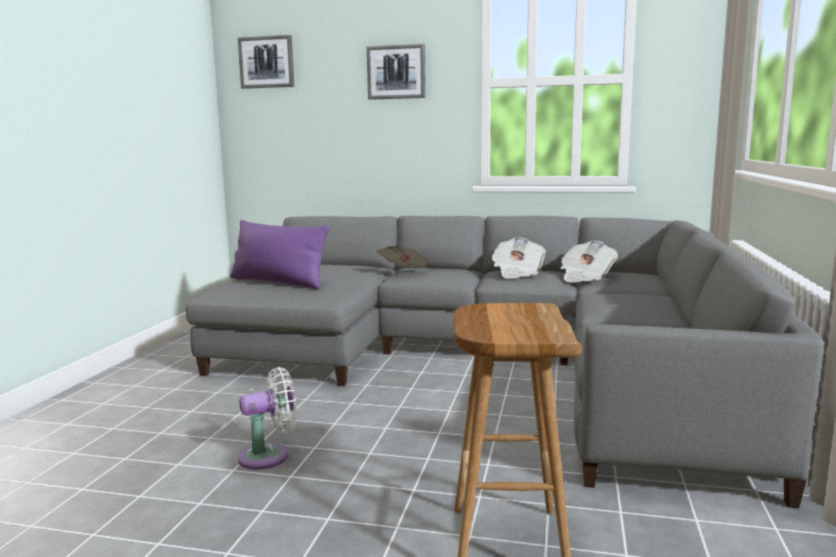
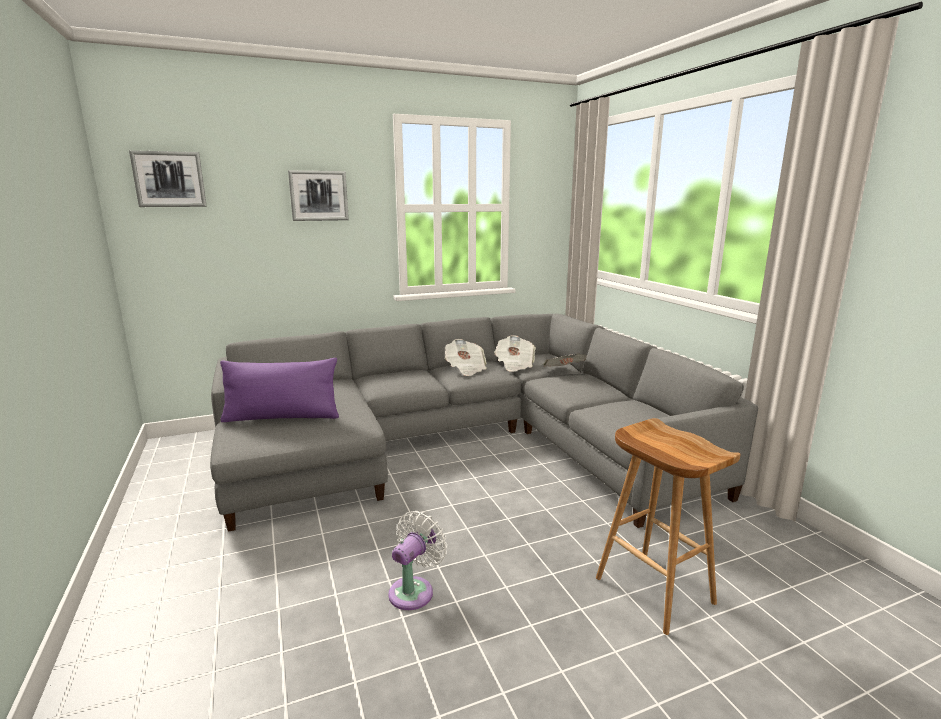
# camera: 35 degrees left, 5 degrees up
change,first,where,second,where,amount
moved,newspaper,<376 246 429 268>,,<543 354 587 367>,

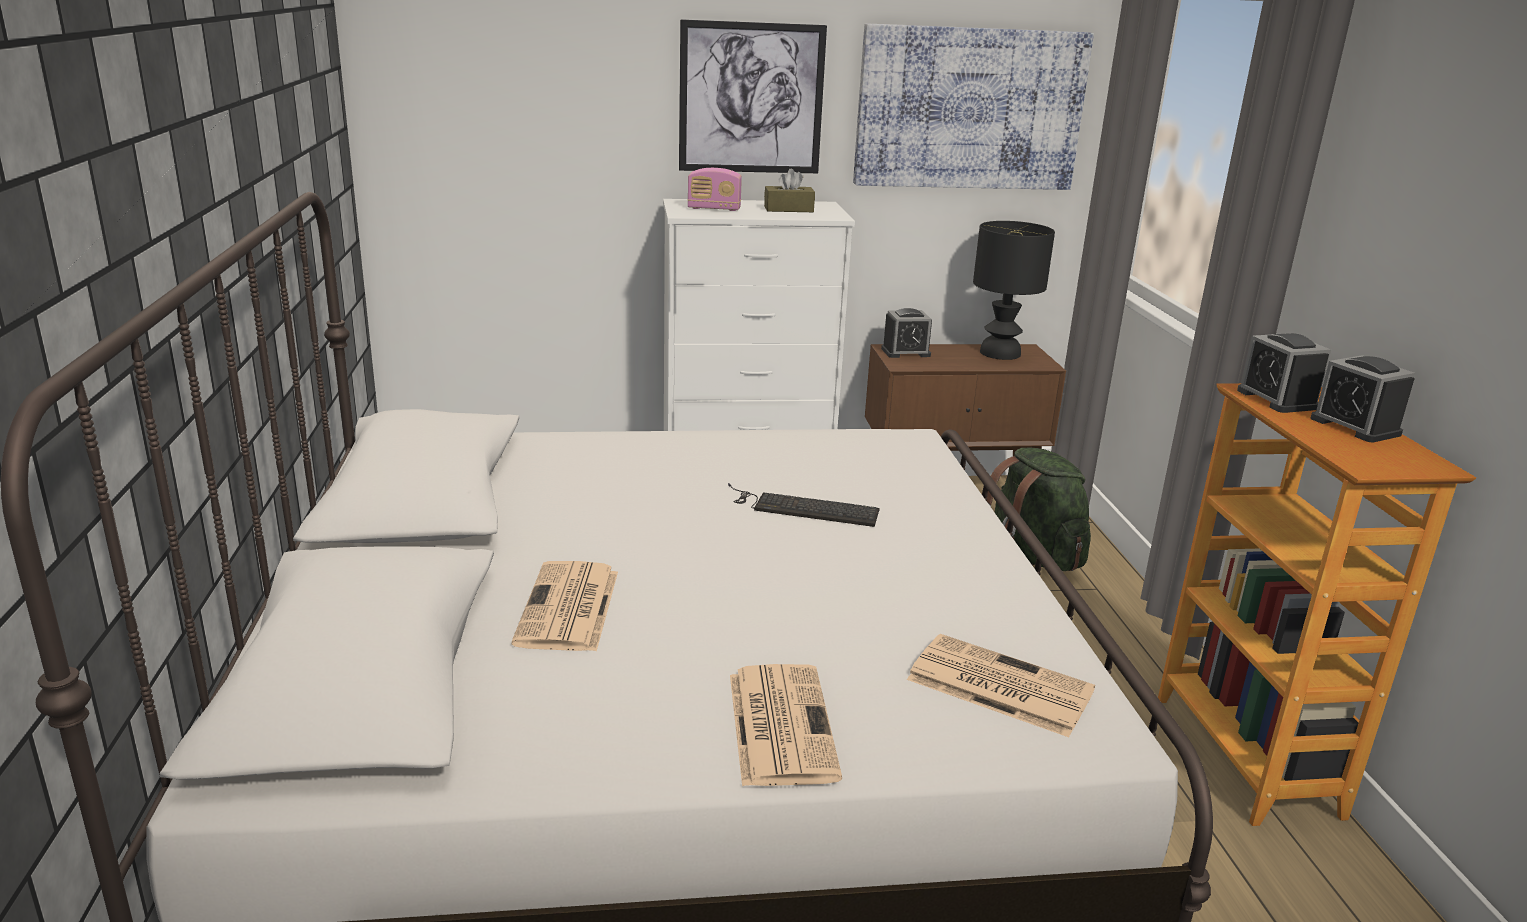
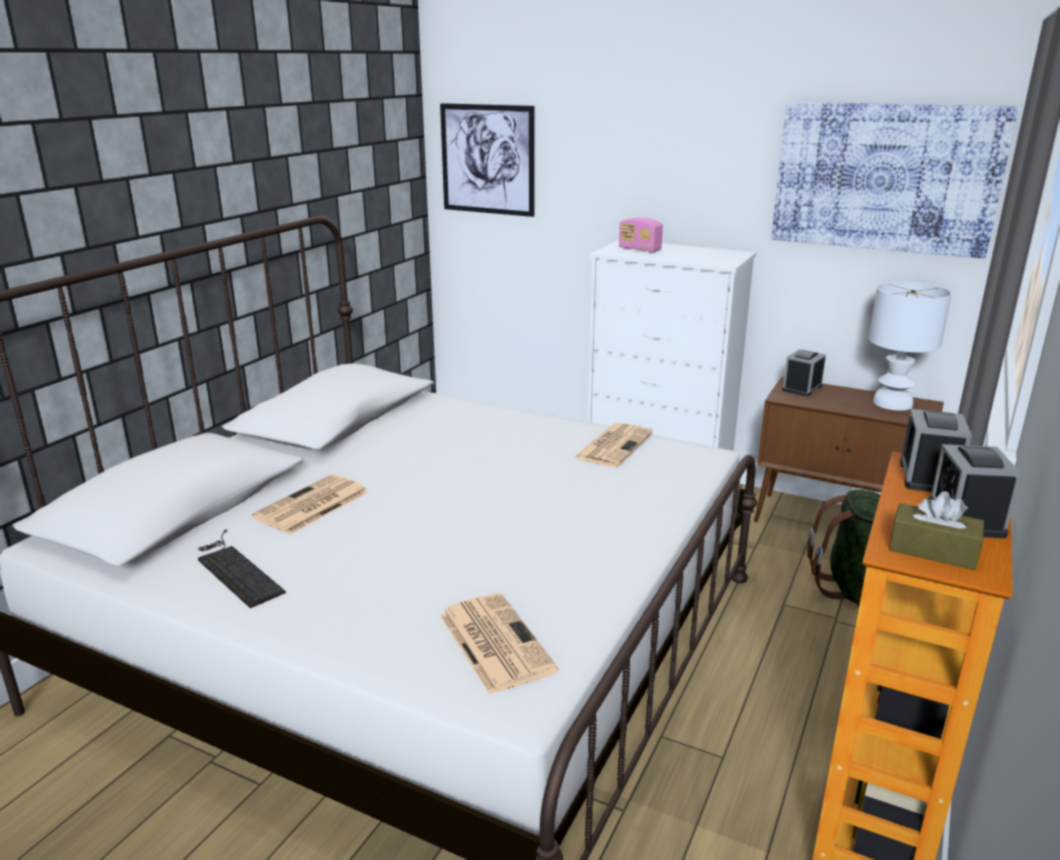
# camera: 35 degrees right, 0 degrees up
change,first,where,second,where,amount
moved,computer keyboard,<728 483 880 527>,,<198 529 286 608>,
moved,picture,<679 19 827 173>,,<440 103 535 217>,
moved,newspaper,<730 664 842 786>,,<574 423 653 467>,
turned,table clock,<881 308 932 358>,,<782 349 826 397>,105 degrees clockwise
recoloured,black-coloured lamp for a table,<973 221 1055 360>,white-coloured lamp for a table,<869 281 952 411>,
moved,brown-coloured box of tissues,<764 169 815 212>,,<889 491 984 570>,

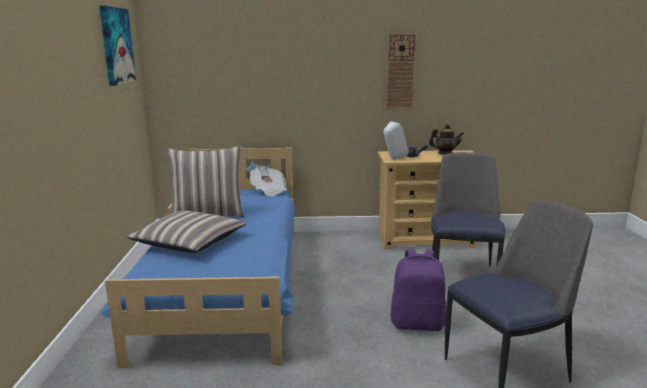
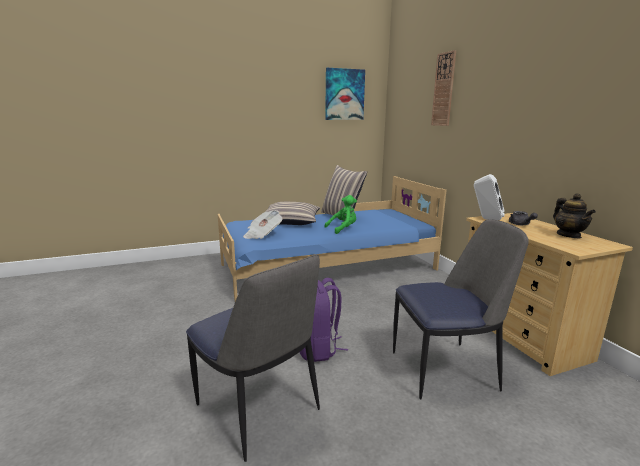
# camera: 70 degrees right, 0 degrees up
change,first,where,second,where,amount
moved,newspaper,<250 166 287 197>,,<243 210 283 239>,
added,,,green-coloured plush toy,<324 195 357 234>,
moved,wall clock,<386 34 417 110>,,<431 50 456 126>,

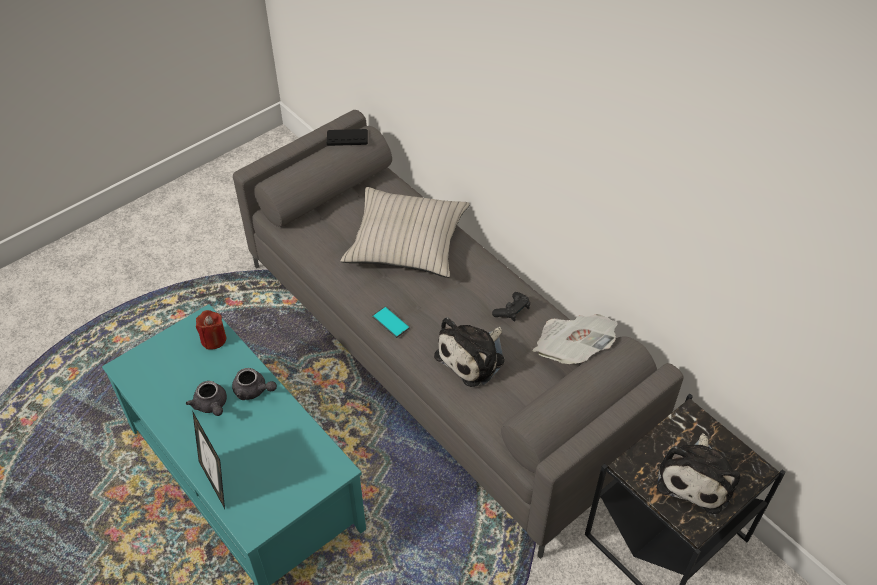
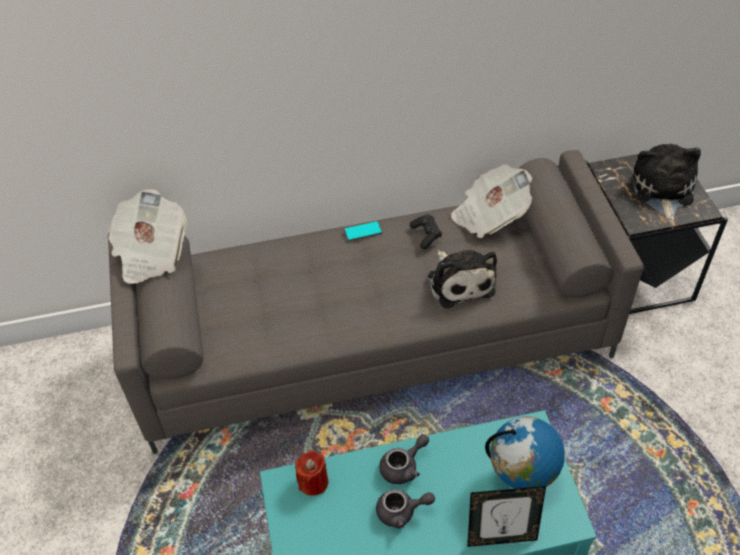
# camera: 60 degrees left, 0 degrees up
change,first,where,second,where,amount
replaced,black-coloured joypad,<327 129 368 146>,newspaper,<107 189 187 284>,
moved,handset,<372 306 410 338>,,<344 221 382 242>,
added,,,world globe,<485 417 565 489>,
turned,plush toy,<657 433 740 514>,,<632 144 701 222>,135 degrees counterclockwise
removed,beige cushion,<340 187 470 278>,,,

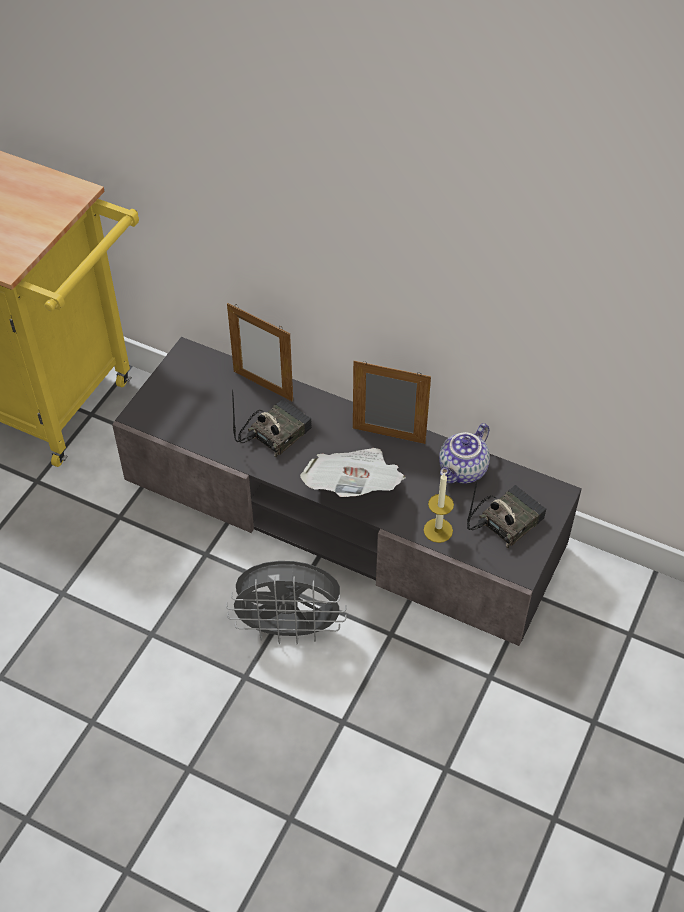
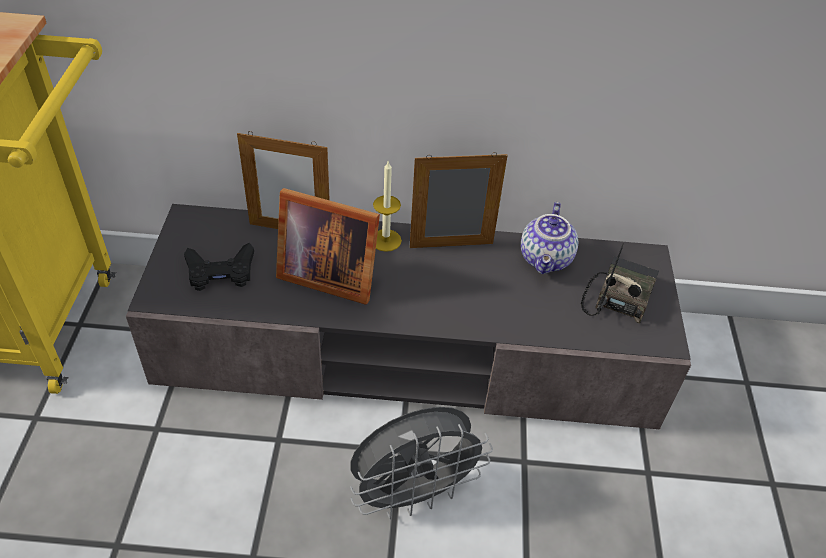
# camera: 25 degrees left, 5 degrees down
change,first,where,second,where,amount
added,,,black-coloured joypad,<184 242 254 291>,
replaced,radio,<232 389 312 458>,photo frame,<276 188 380 305>,
moved,candle,<424 473 454 543>,,<373 161 402 252>,
removed,newspaper,<300 448 406 497>,,,

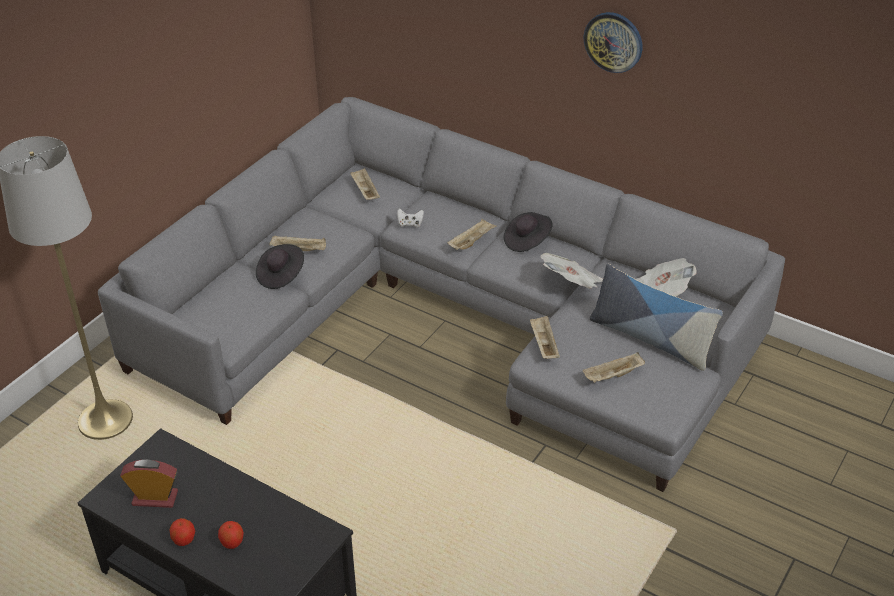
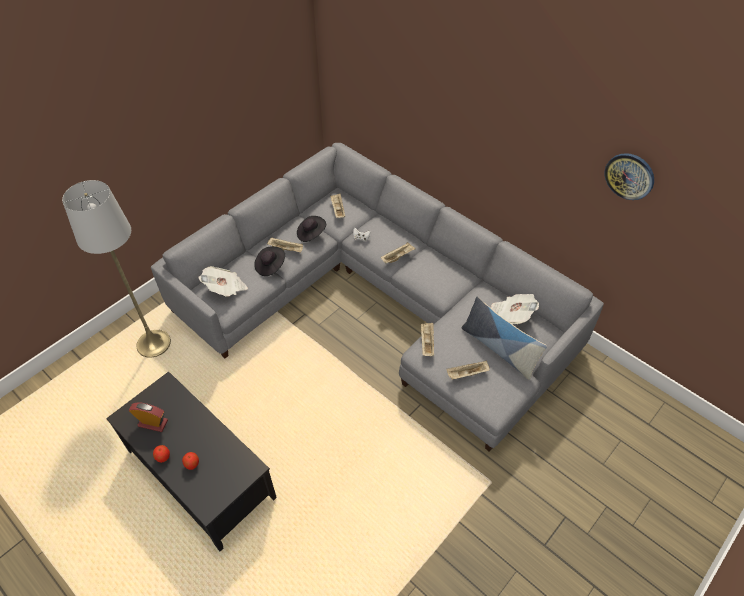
# camera: 10 degrees right, 10 degrees up
change,first,where,second,where,amount
moved,newspaper,<540 253 603 289>,,<199 266 248 297>,
moved,black-coloured clothing hat,<504 212 553 252>,,<297 216 326 242>,
moved,wall clock,<584 12 642 73>,,<605 153 654 200>,

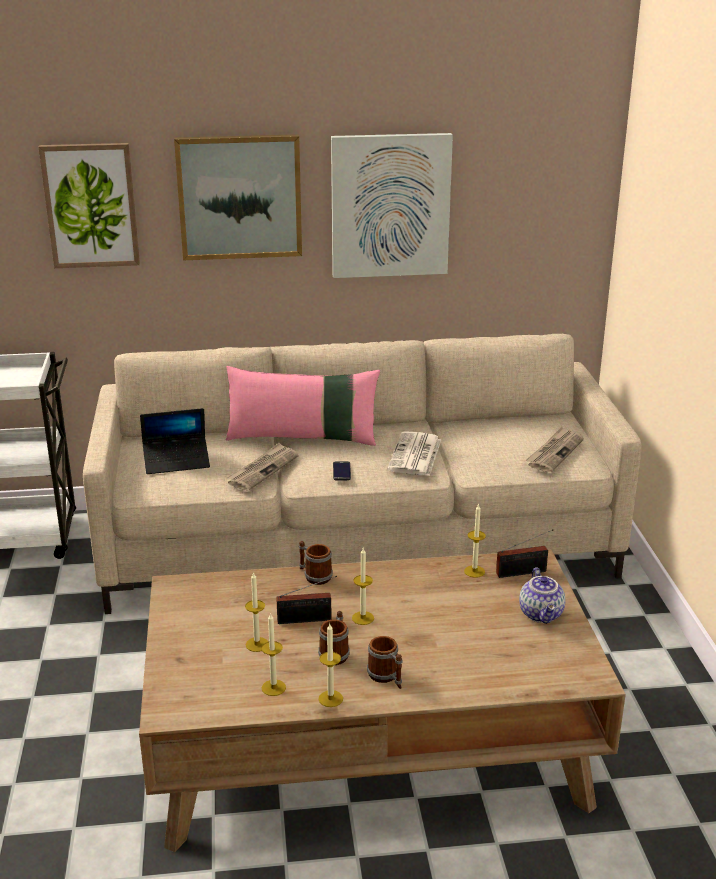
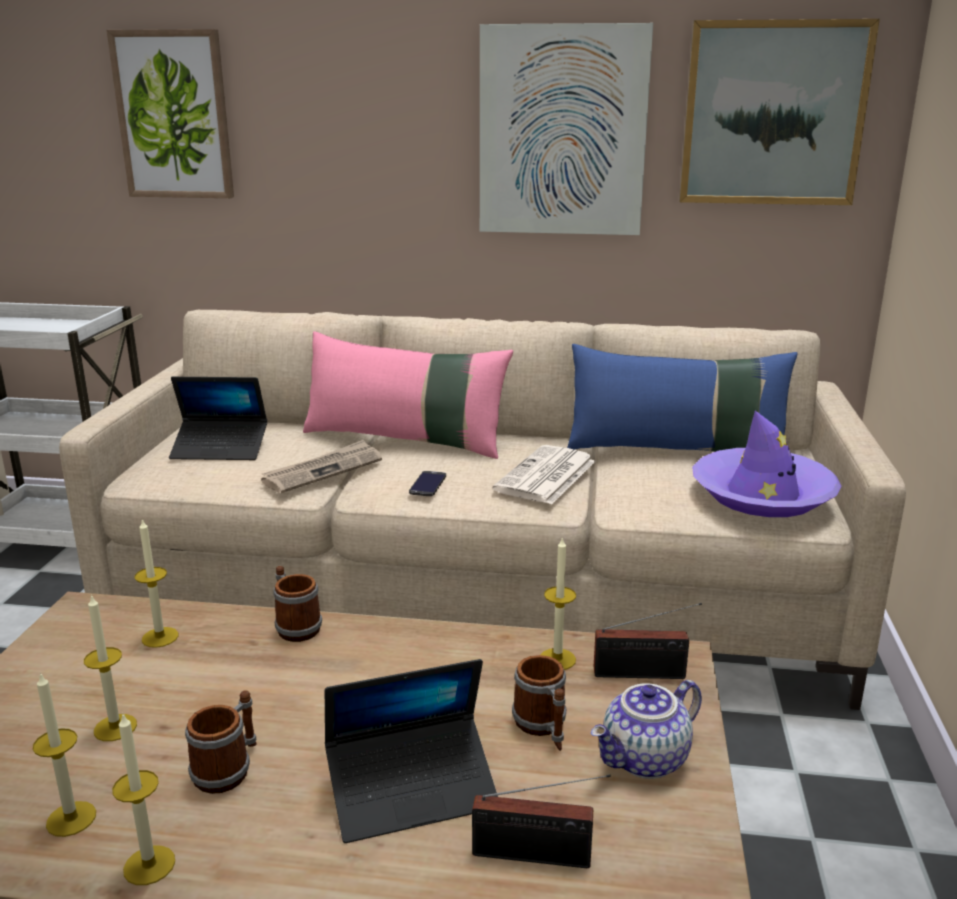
# camera: 15 degrees right, 5 degrees down
change,first,where,second,where,amount
moved,candle,<352 548 374 625>,,<135 518 178 648>,
added,,,laptop,<325 659 498 843>,
moved,radio,<276 576 337 624>,,<472 774 611 868>,
moved,tea mug,<367 636 402 689>,,<512 655 566 751>,
added,,,bluish cushion,<567 344 797 452>,
turned,teapot,<519 567 565 624>,,<591 680 702 779>,45 degrees clockwise
moved,picture,<174 134 302 260>,,<679 19 880 205>,
replaced,newspaper,<525 427 584 473>,purple-coloured clothing hat,<692 411 841 517>,

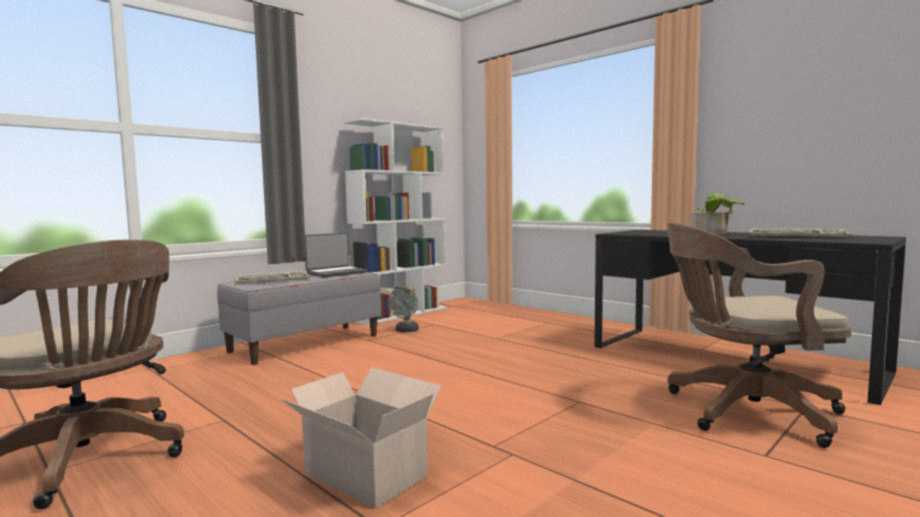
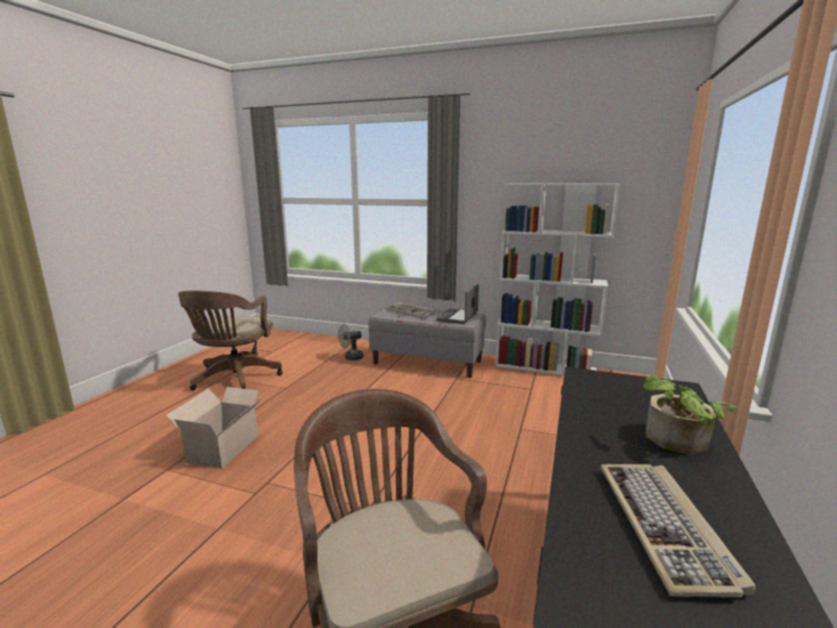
# camera: 65 degrees right, 10 degrees up
change,first,where,second,where,amount
moved,gray fan,<388 287 419 332>,,<338 324 364 360>,
turned,laptop,<304 233 367 278>,,<436 284 479 324>,90 degrees clockwise

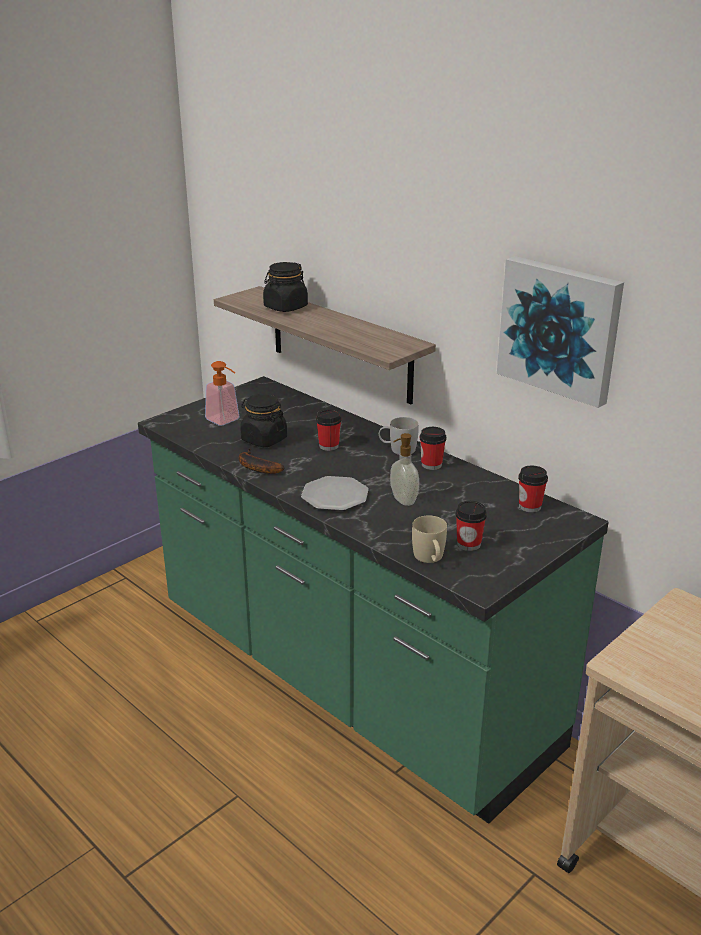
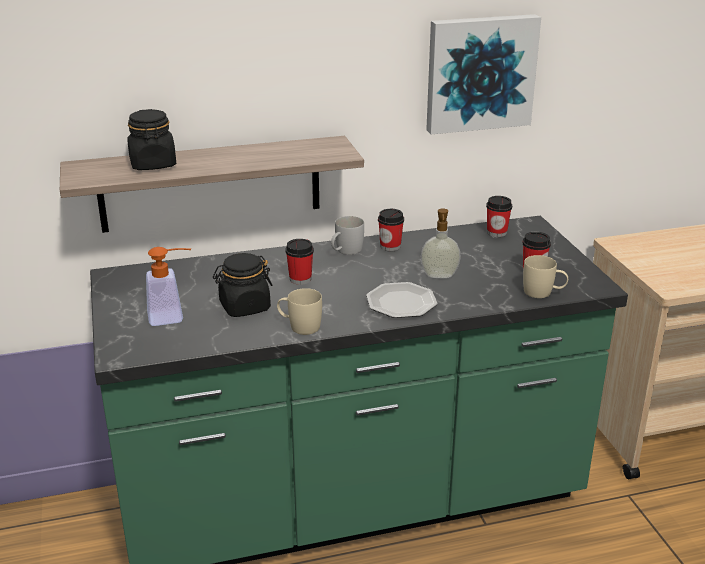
# camera: 60 degrees left, 0 degrees up
change,first,where,second,where,amount
replaced,whole banana,<239 448 284 474>,beige tea mug,<277 288 322 335>,

